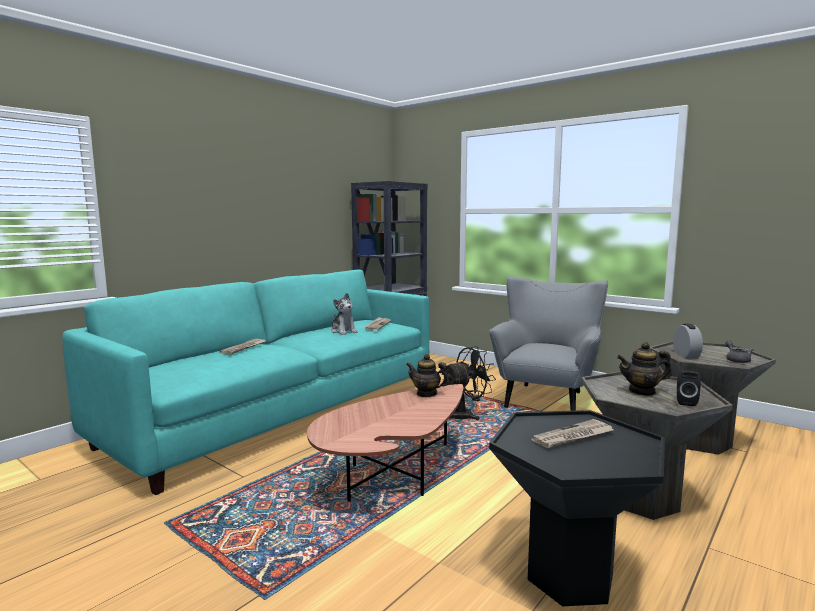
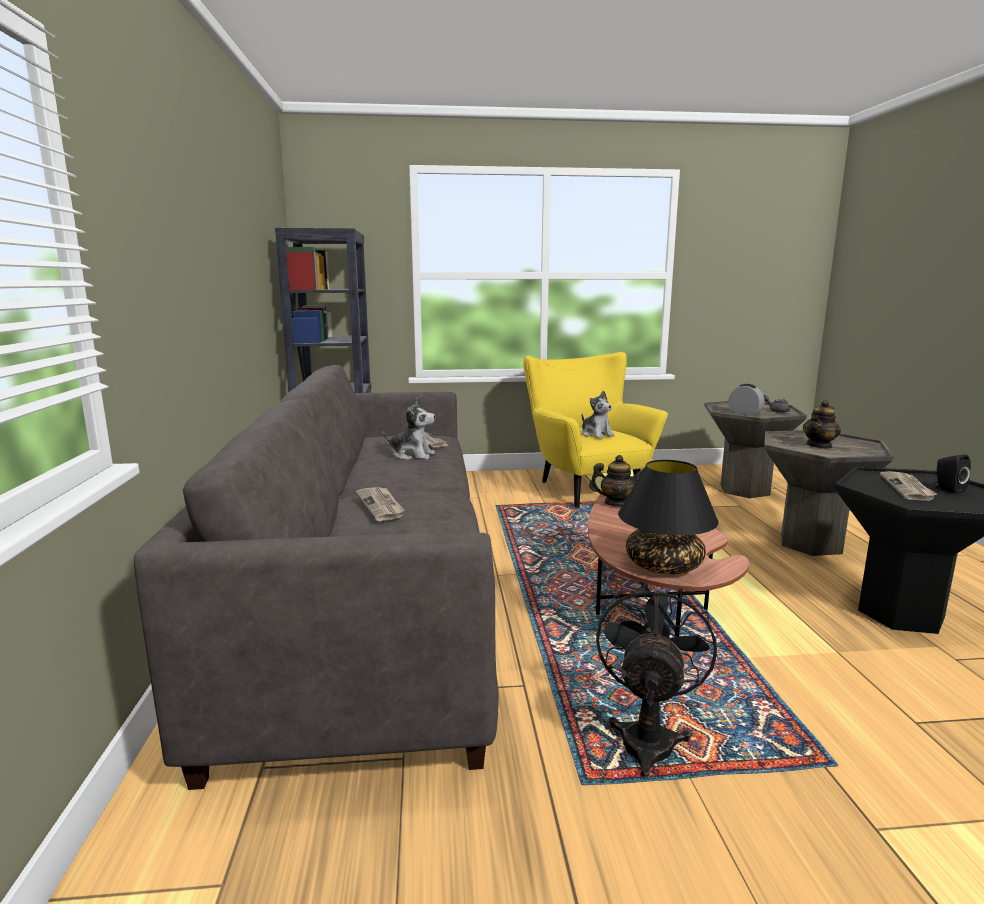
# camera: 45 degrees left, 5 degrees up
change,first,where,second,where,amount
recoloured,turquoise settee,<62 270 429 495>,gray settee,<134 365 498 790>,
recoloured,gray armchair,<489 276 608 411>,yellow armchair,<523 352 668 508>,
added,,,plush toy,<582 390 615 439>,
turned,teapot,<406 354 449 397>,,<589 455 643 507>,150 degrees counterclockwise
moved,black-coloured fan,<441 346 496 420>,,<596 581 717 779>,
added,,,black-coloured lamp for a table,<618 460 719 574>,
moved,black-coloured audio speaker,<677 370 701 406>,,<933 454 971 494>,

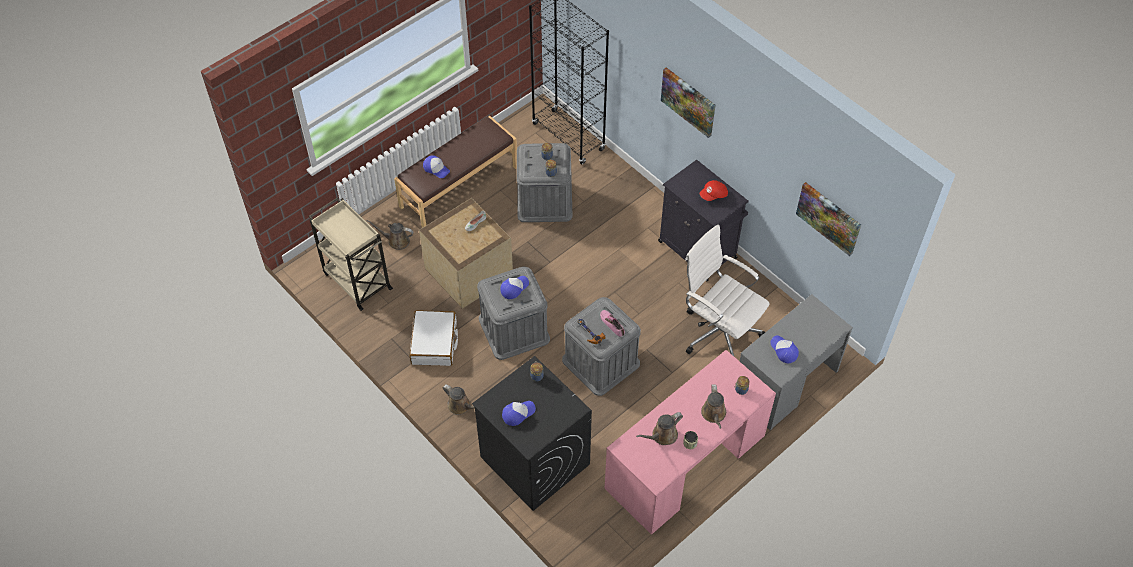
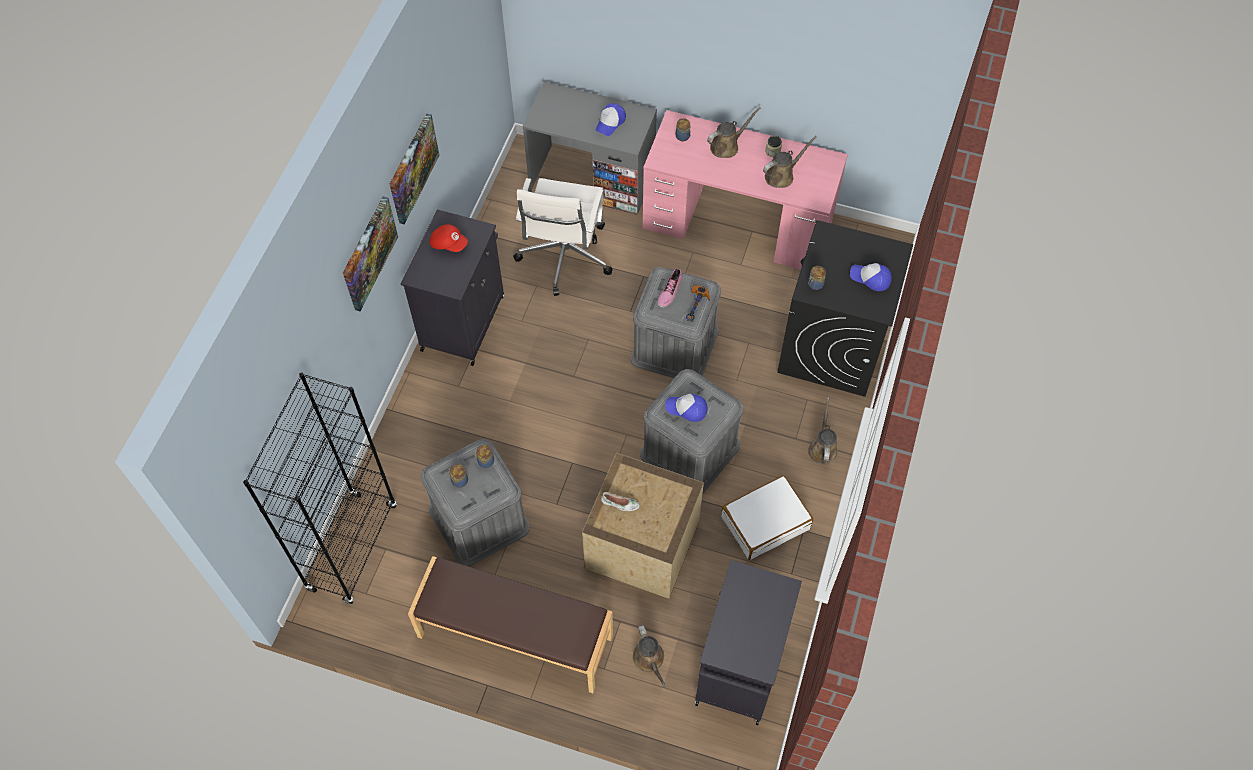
# camera: 120 degrees left, 5 degrees up
change,first,where,second,where,amount
moved,picture,<796 182 861 256>,,<390 113 440 225>,
replaced,beige trolley,<309 198 393 311>,black-coloured cupboard,<695 560 802 725>,
turned,brown-coloured watering can,<636 412 683 445>,,<763 136 817 188>,60 degrees counterclockwise
removed,peaked cap,<423 155 450 178>,,,

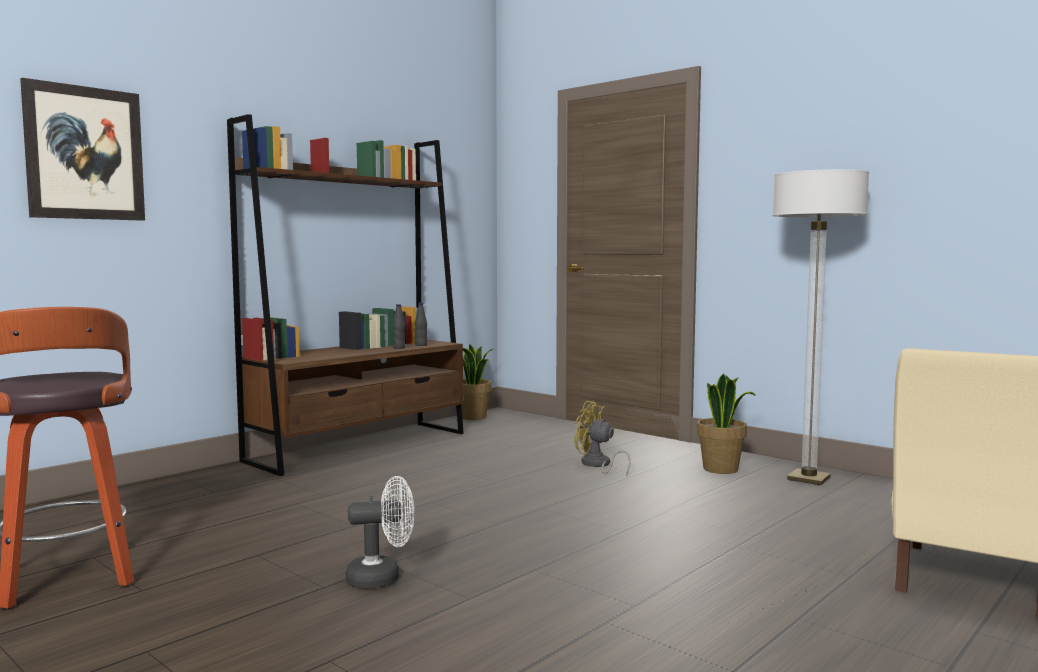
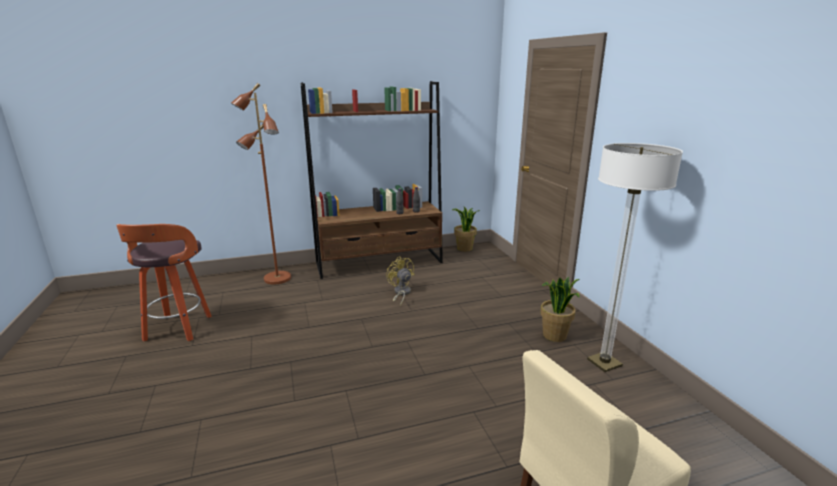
# camera: 30 degrees right, 15 degrees up
change,first,where,second,where,amount
added,,,brown-coloured standard lamp,<231 83 291 284>,
moved,yellow fan,<574 401 631 477>,,<386 256 414 306>,
removed,picture,<20 78 145 221>,,,
removed,white-coloured fan,<345 476 415 588>,,,

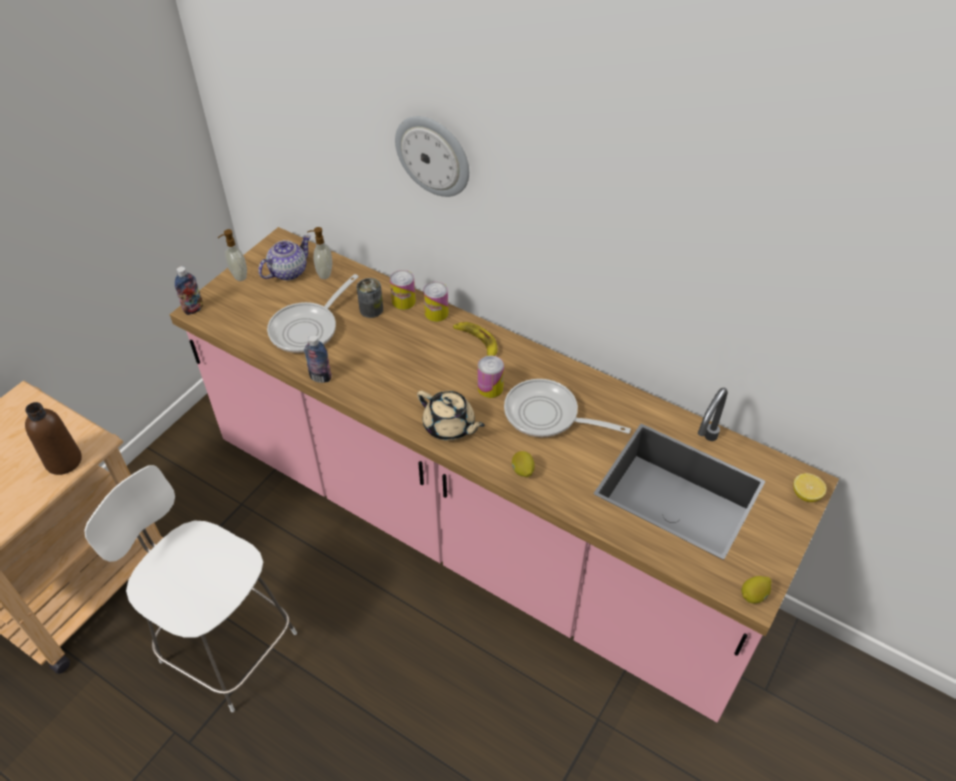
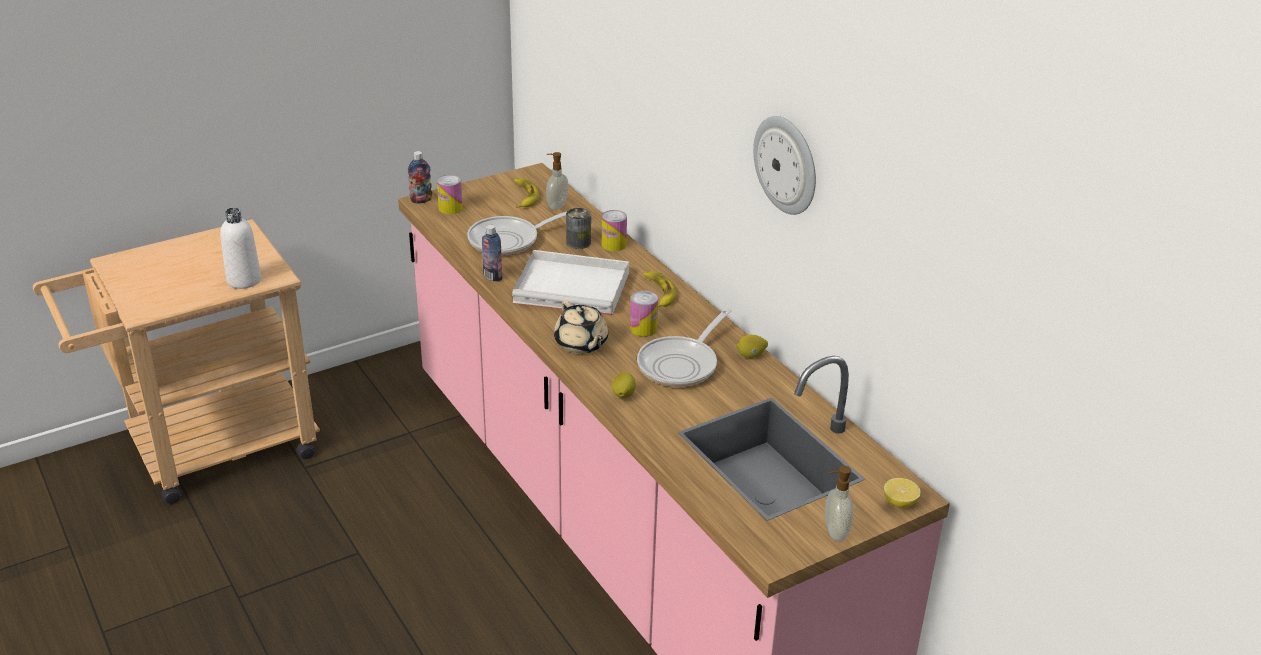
# camera: 25 degrees right, 15 degrees down
change,first,where,second,where,amount
recoloured,brown-coloured bottle,<25 402 82 475>,white-coloured bottle,<220 208 261 289>,
moved,metal can,<423 282 449 322>,,<437 175 463 214>,
added,,,white-coloured carrying tray,<512 250 629 316>,
replaced,teapot,<258 235 311 280>,whole banana,<514 178 539 208>,
turned,pan,<504 379 631 437>,,<637 308 732 387>,105 degrees counterclockwise
moved,citrus fruit,<742 576 772 603>,,<736 335 768 358>,
moved,wall clock,<395 116 469 197>,,<753 116 816 215>,
moved,soap dispenser,<218 229 247 281>,,<825 466 853 541>,
removed,white-coloured stool seat,<84 465 297 712>,,,

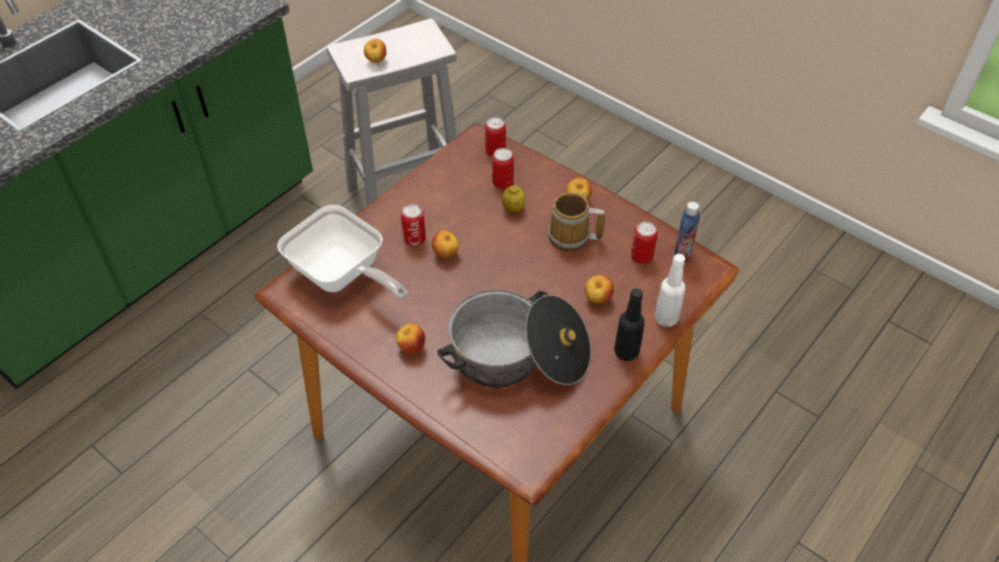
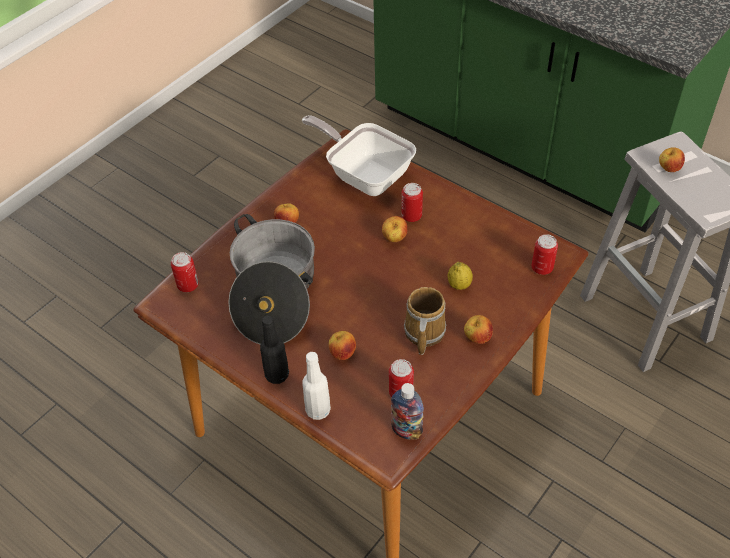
# camera: 90 degrees right, 0 degrees up
change,first,where,second,where,amount
moved,metal can,<492 148 514 189>,,<171 252 199 292>,
turned,pan,<277 205 408 300>,,<302 115 416 196>,90 degrees clockwise

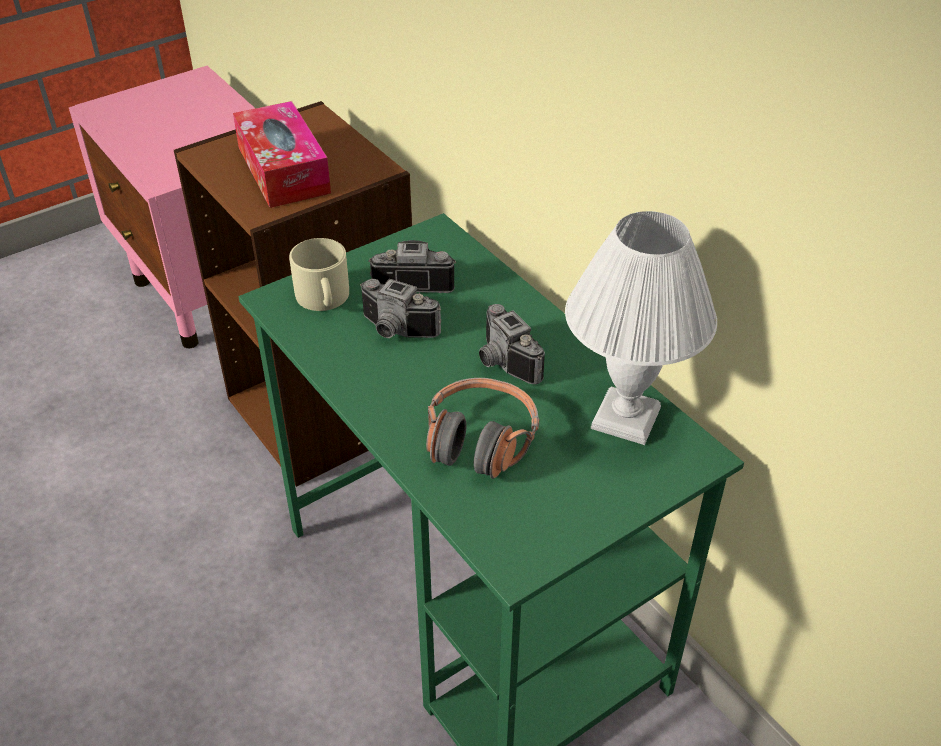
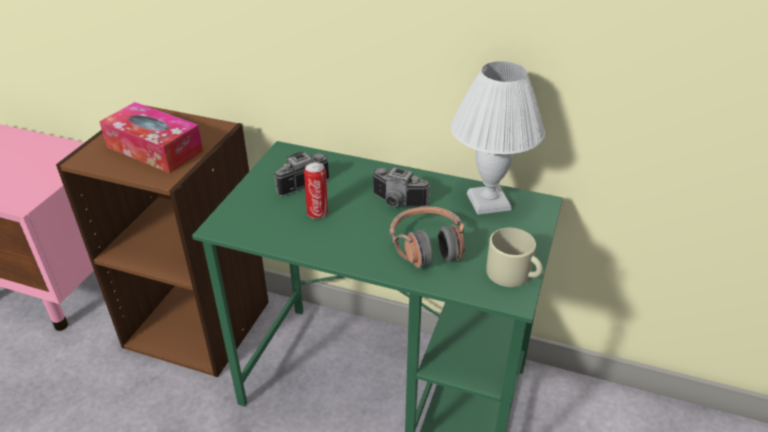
# camera: 35 degrees left, 5 degrees down
change,first,where,second,where,amount
replaced,still camera,<360 279 441 338>,metal can,<304 162 328 219>,
moved,beige tea mug,<289 238 349 311>,,<486 228 543 287>,

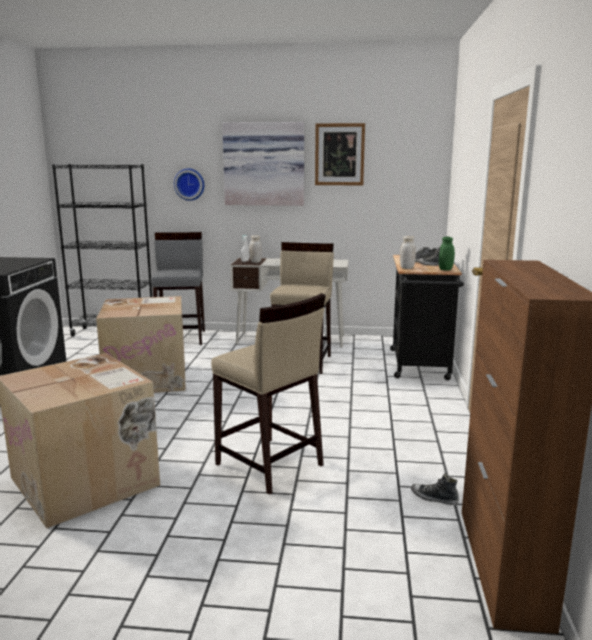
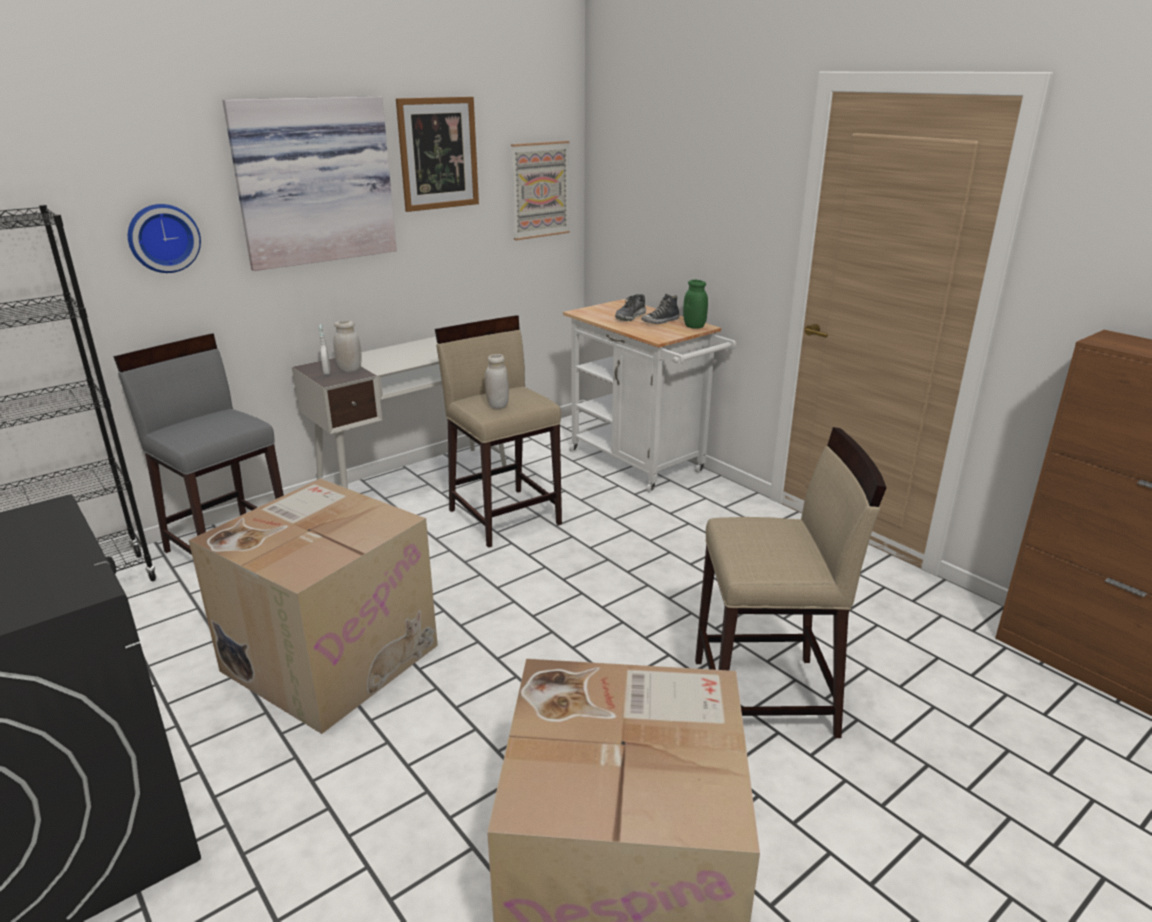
# camera: 45 degrees left, 10 degrees up
change,first,where,second,where,amount
moved,white-coloured storage jar,<400 236 416 269>,,<485 354 509 409>,
added,,,picture,<511 141 570 240>,
recoloured,black-coloured trolley,<390 255 464 380>,white-coloured trolley,<563 299 736 493>,
removed,item of footwear,<411 473 459 505>,,,

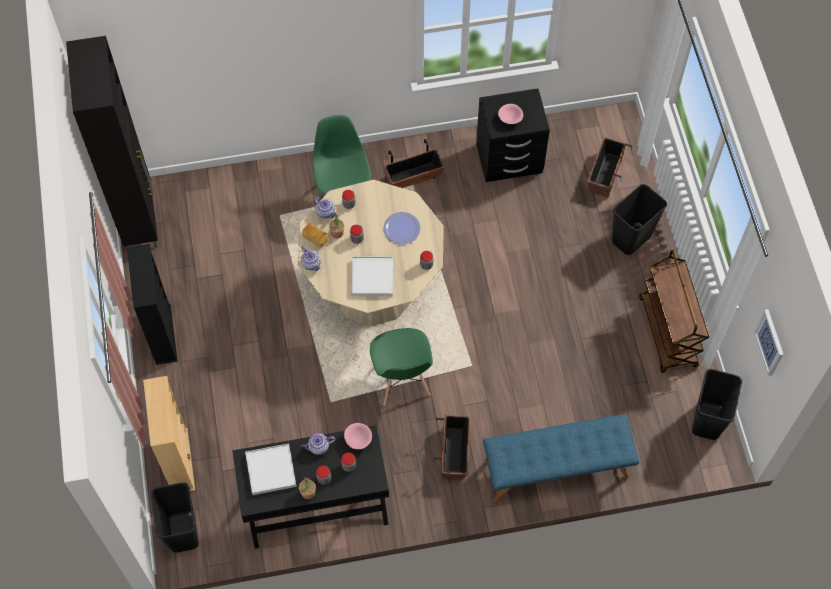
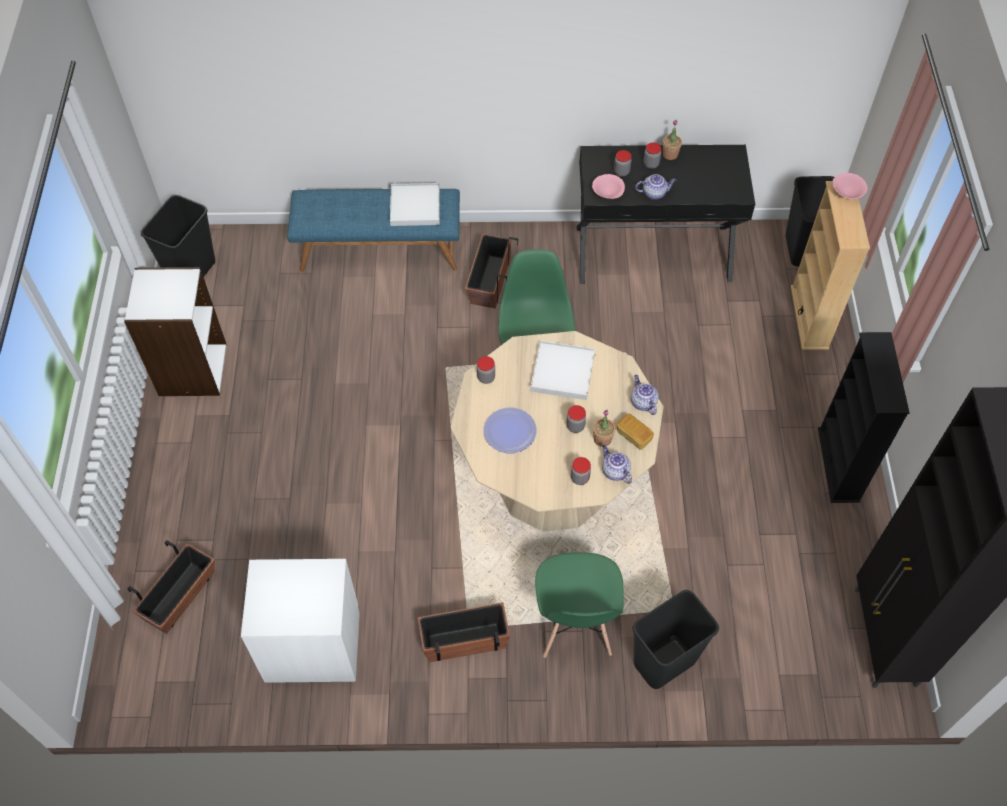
# camera: 170 degrees left, 5 degrees down
change,first,where,second,where,amount
replaced,brown-coloured trolley,<639 250 709 373>,white-coloured shelving unit,<124 267 227 396>,
recoloured,black-coloured bedside table,<476 88 550 182>,white-coloured bedside table,<241 559 360 683>,
moved,white-coloured carrying tray,<245 443 297 495>,,<390 183 440 226>,
moved,black-coloured waste bin,<612 184 667 255>,,<633 590 719 689>,
moved,pink-coloured bowl,<498 104 523 124>,,<832 173 868 199>,
removed,picture,<754 309 784 376>,,,

